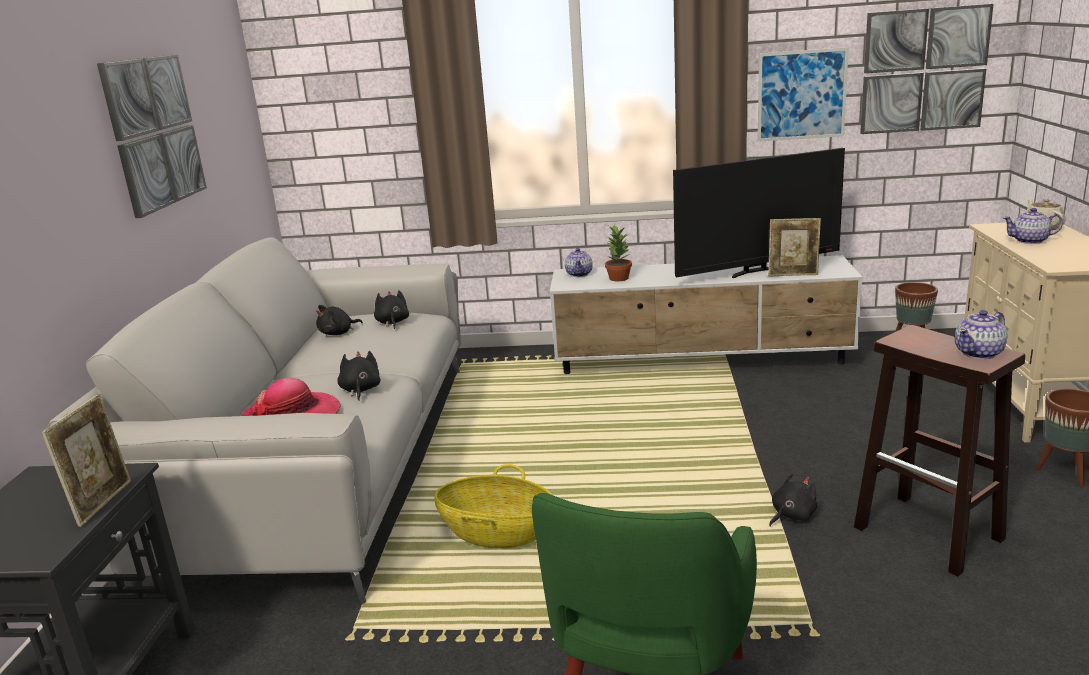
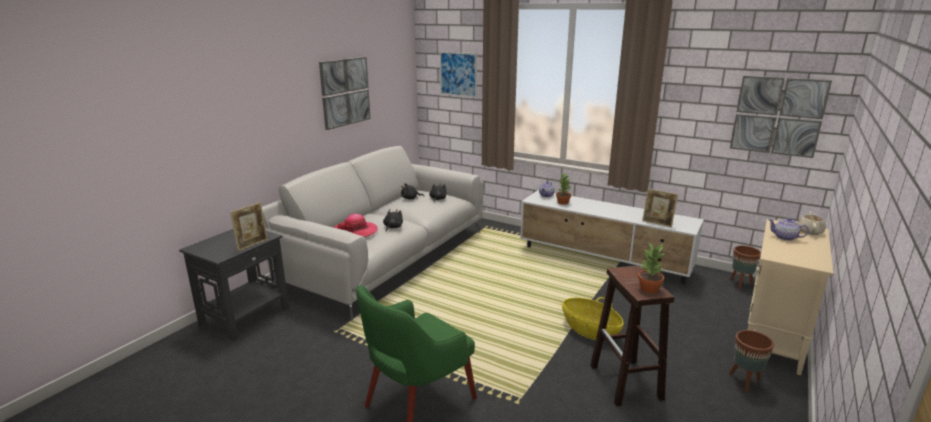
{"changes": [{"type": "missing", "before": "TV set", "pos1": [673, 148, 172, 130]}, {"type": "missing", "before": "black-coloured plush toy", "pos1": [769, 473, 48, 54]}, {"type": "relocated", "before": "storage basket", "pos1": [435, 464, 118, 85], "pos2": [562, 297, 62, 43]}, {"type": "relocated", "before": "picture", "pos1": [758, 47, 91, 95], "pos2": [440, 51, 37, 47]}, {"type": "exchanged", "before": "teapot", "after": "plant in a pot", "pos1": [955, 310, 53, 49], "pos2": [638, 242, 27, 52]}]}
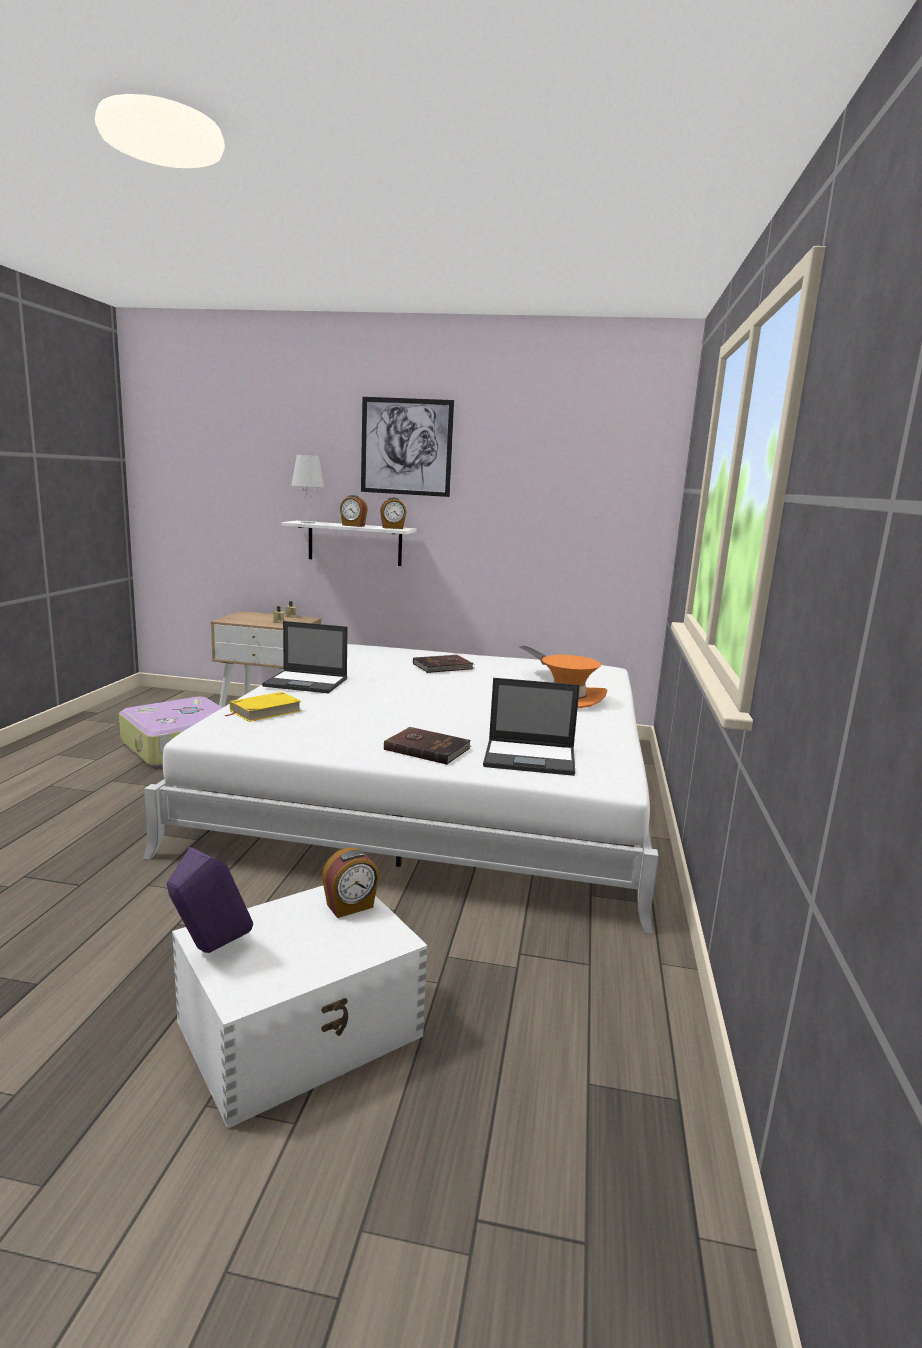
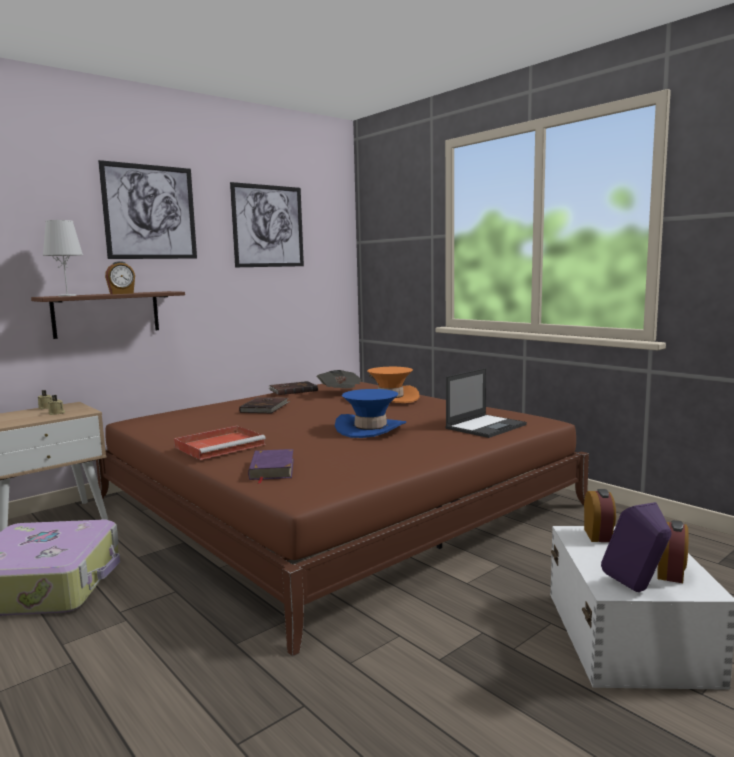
{"changes": [{"type": "appeared", "after": "picture", "pos2": [230, 182, 74, 85]}, {"type": "appeared", "after": "blue-coloured hat", "pos2": [335, 389, 71, 49]}, {"type": "relocated", "before": "alarm clock", "pos1": [380, 497, 26, 32], "pos2": [658, 520, 31, 63]}, {"type": "relocated", "before": "brown book", "pos1": [384, 727, 87, 38], "pos2": [269, 381, 49, 14]}, {"type": "exchanged", "before": "laptop", "after": "red-coloured serving tray", "pos1": [262, 621, 86, 72], "pos2": [174, 426, 92, 34]}, {"type": "colour", "before": "whitish bed", "after": "brown bed", "pos1": [143, 644, 516, 290], "pos2": [96, 382, 493, 274]}, {"type": "colour", "before": "yellow book", "after": "purplish book", "pos1": [224, 692, 77, 30], "pos2": [248, 449, 46, 35]}, {"type": "colour", "before": "whitish shelf", "after": "brown shelf", "pos1": [281, 521, 135, 45], "pos2": [31, 291, 154, 48]}]}
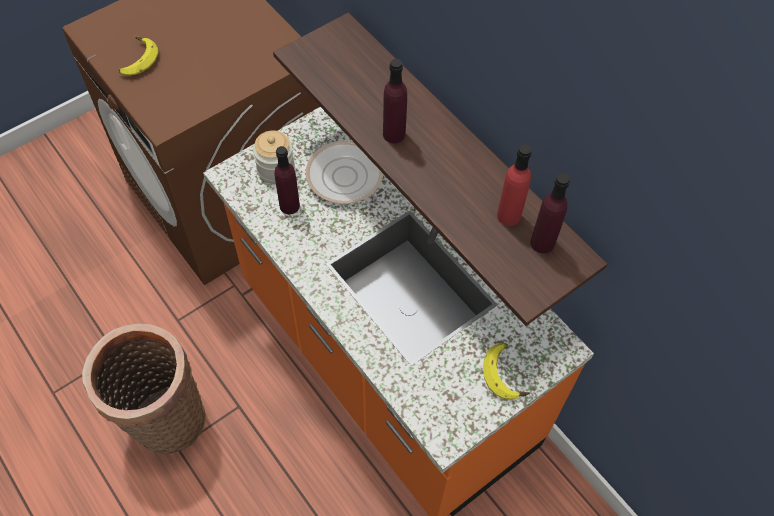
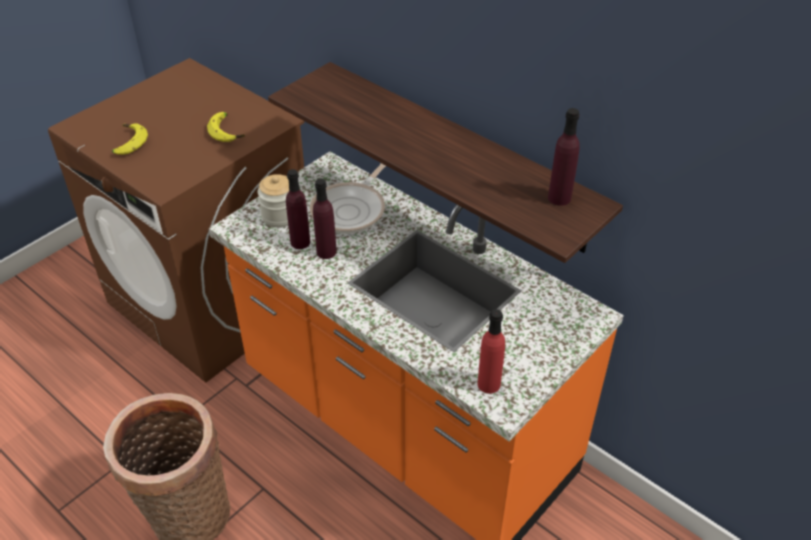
{"changes": [{"type": "relocated", "before": "purplish bottle", "pos1": [383, 59, 24, 84], "pos2": [313, 179, 24, 80]}, {"type": "relocated", "before": "banana fruit", "pos1": [483, 343, 47, 57], "pos2": [207, 112, 38, 30]}, {"type": "relocated", "before": "red-coloured bottle", "pos1": [497, 144, 35, 82], "pos2": [477, 309, 28, 85]}]}
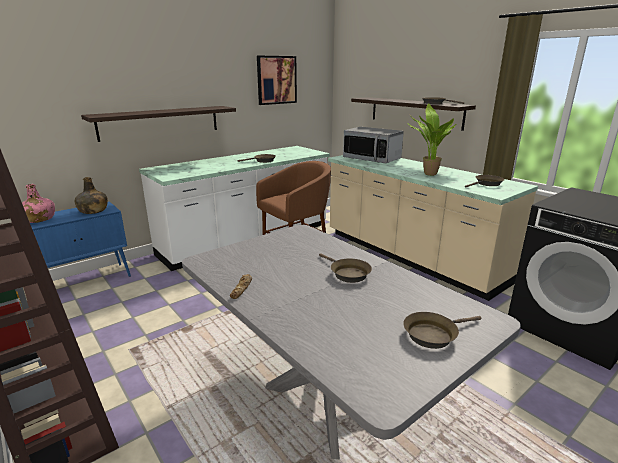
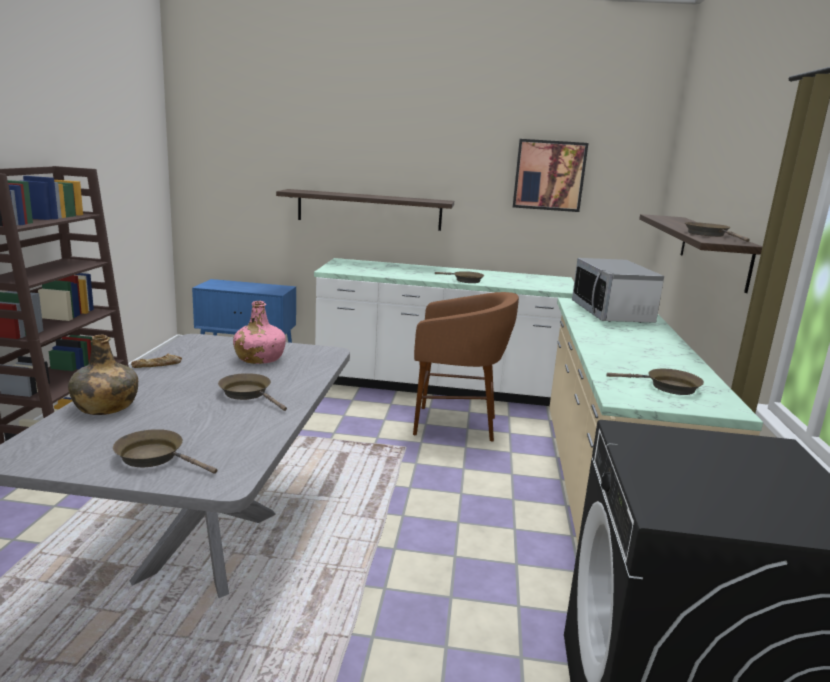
{"changes": [{"type": "missing", "before": "plant in a pot", "pos1": [408, 103, 48, 73]}, {"type": "relocated", "before": "pinkish bottle", "pos1": [22, 184, 33, 39], "pos2": [233, 301, 53, 63]}, {"type": "relocated", "before": "greenish bottle", "pos1": [75, 177, 33, 37], "pos2": [68, 335, 70, 80]}, {"type": "spun", "before": "brown pan", "pos1": [319, 253, 53, 30], "pos2": [218, 373, 69, 38], "turn": 120}]}
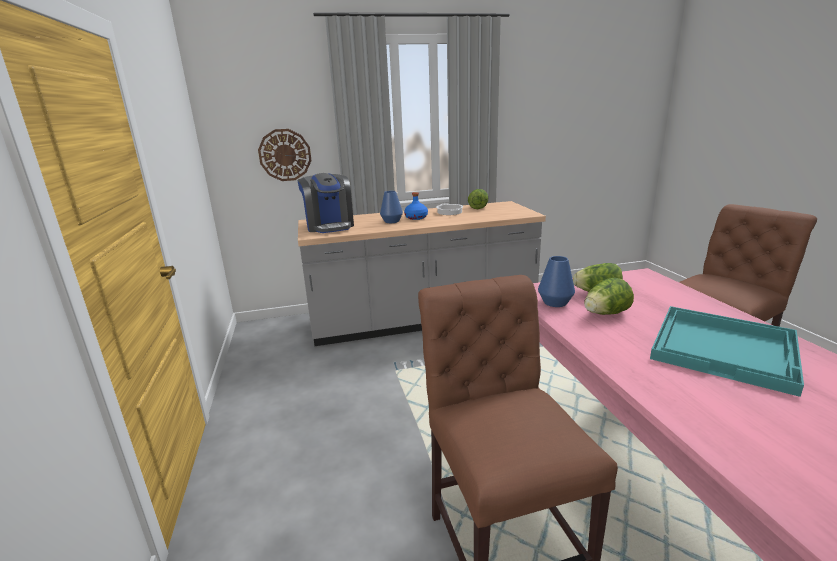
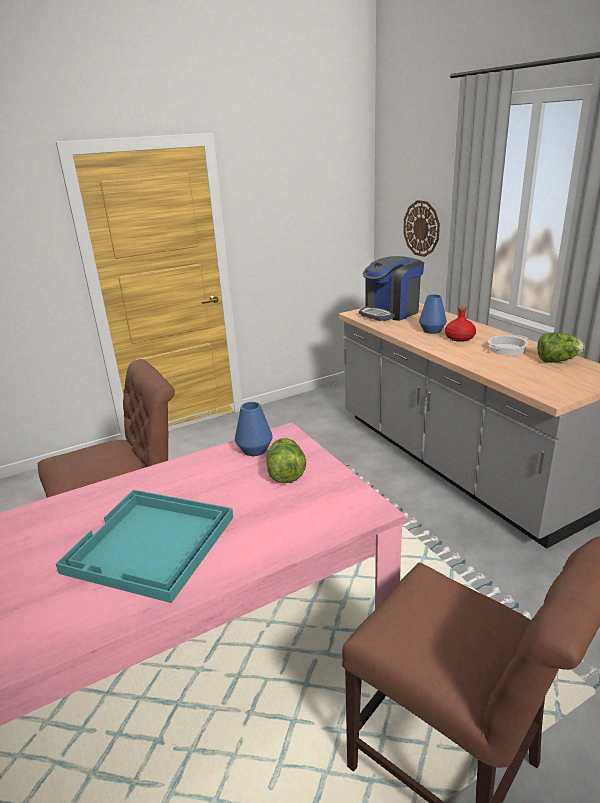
{"changes": [{"type": "missing", "before": "head of lettuce", "pos1": [584, 278, 50, 37]}, {"type": "colour", "before": "blue-coloured bottle", "after": "red-coloured bottle", "pos1": [404, 192, 24, 28], "pos2": [445, 306, 31, 36]}]}
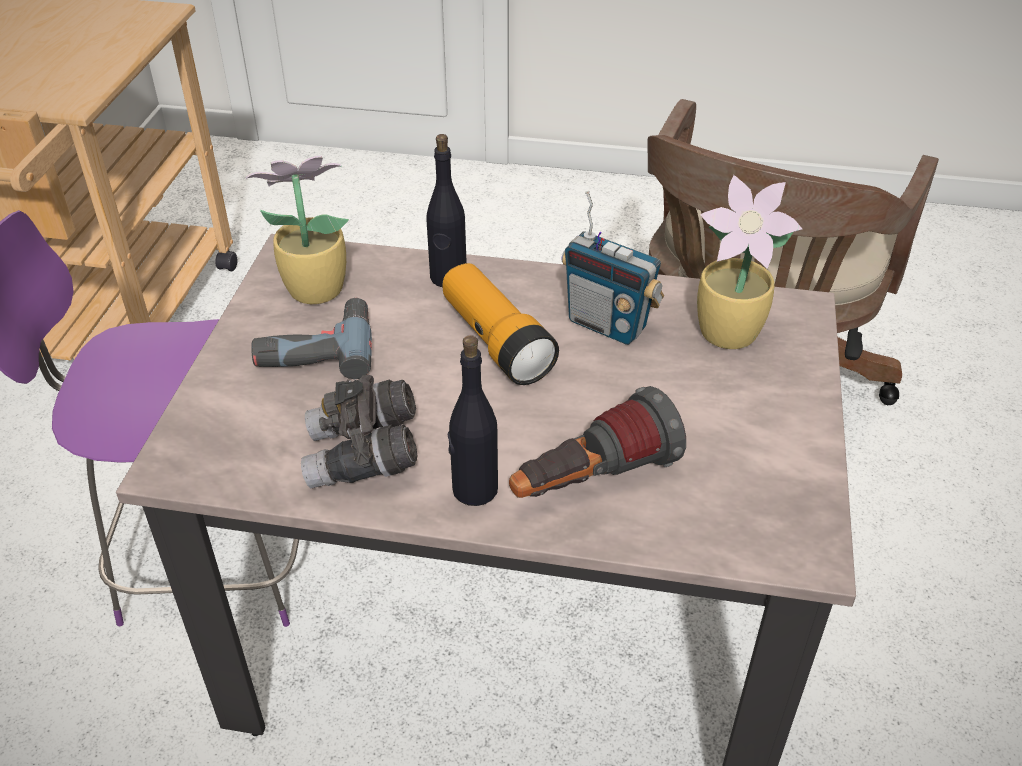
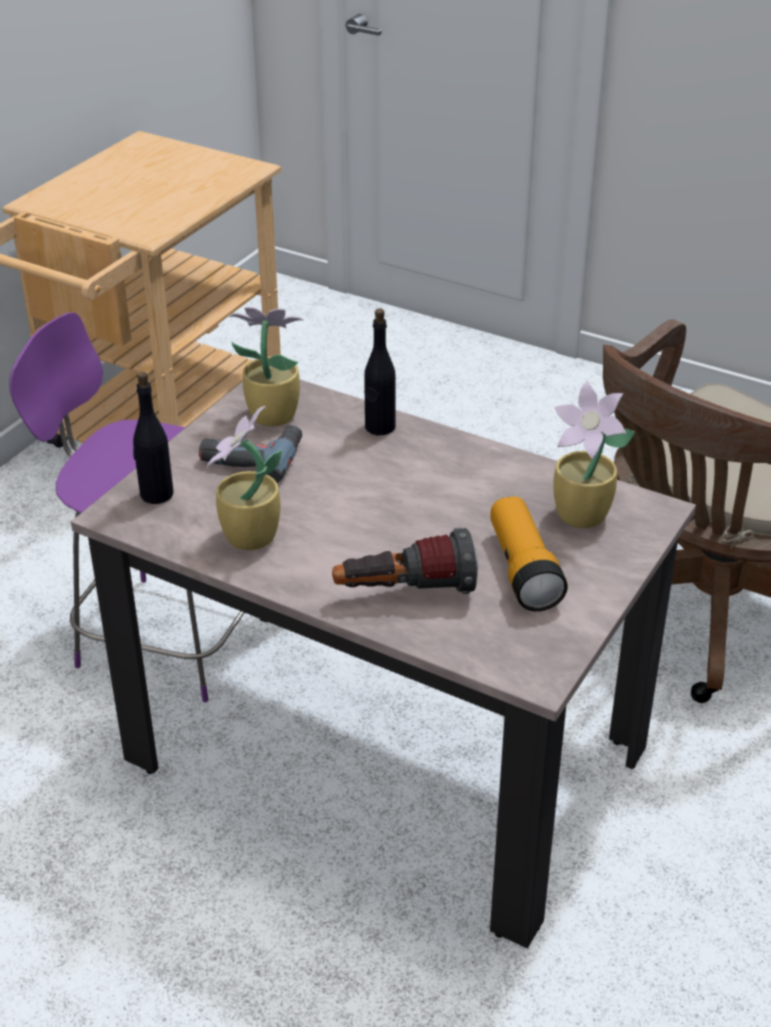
{"changes": [{"type": "missing", "before": "radio set", "pos1": [561, 191, 103, 154]}, {"type": "relocated", "before": "torch", "pos1": [442, 263, 117, 122], "pos2": [490, 496, 78, 115]}, {"type": "relocated", "before": "black-coloured bottle", "pos1": [448, 335, 50, 171], "pos2": [133, 372, 41, 132]}, {"type": "exchanged", "before": "grey binoculars", "after": "plant in a pot", "pos1": [301, 375, 116, 114], "pos2": [206, 406, 76, 144]}]}
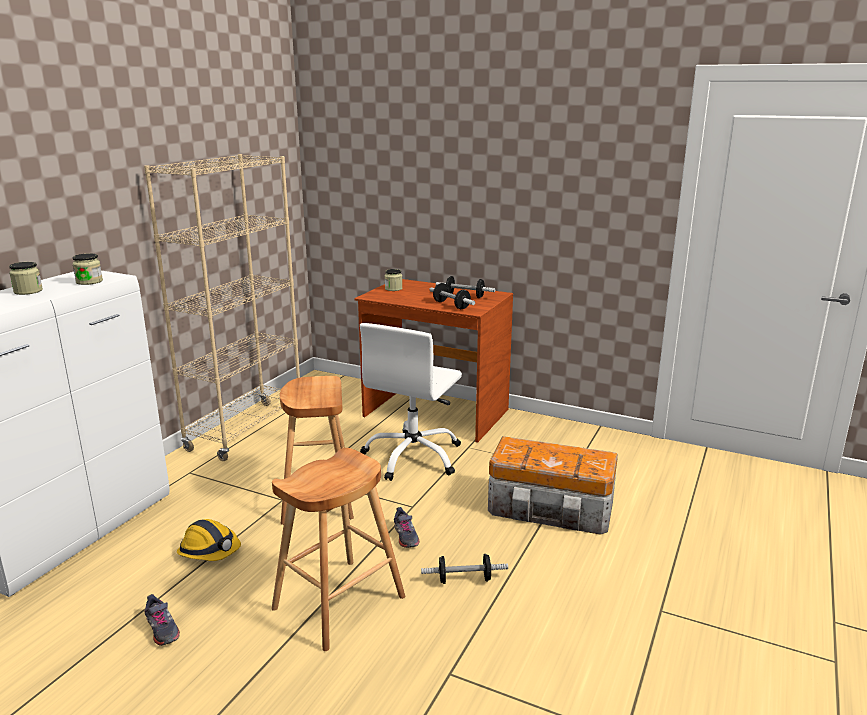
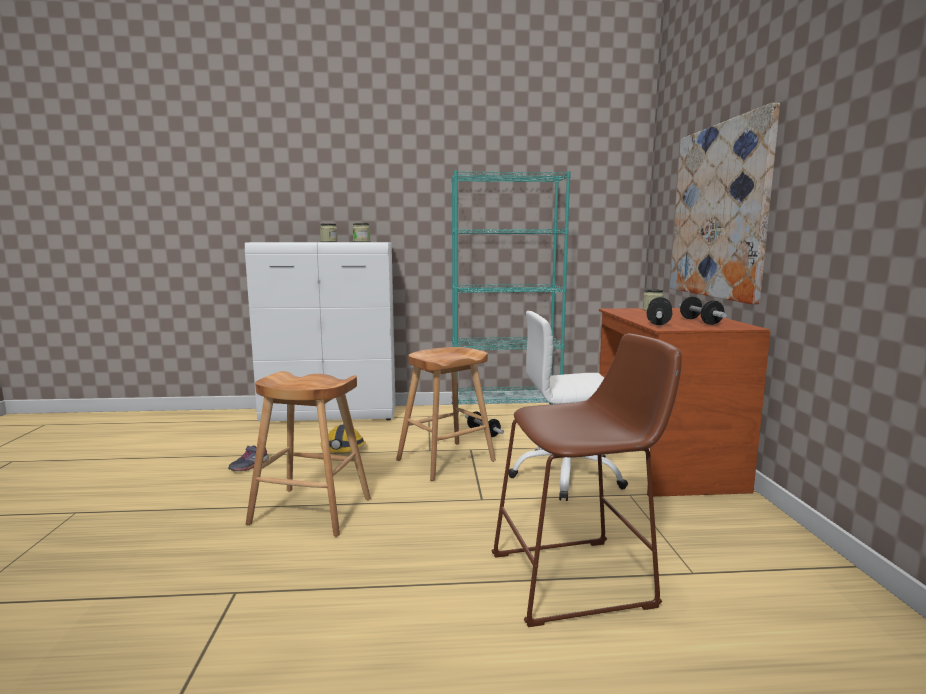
{"changes": [{"type": "missing", "before": "grey item of footwear", "pos1": [394, 507, 25, 41]}, {"type": "appeared", "after": "picture", "pos2": [670, 103, 110, 201]}, {"type": "relocated", "before": "dumbbell", "pos1": [421, 554, 87, 30], "pos2": [465, 411, 39, 26]}, {"type": "exchanged", "before": "storage container", "after": "brown stool seat", "pos1": [488, 436, 130, 99], "pos2": [492, 334, 190, 293]}, {"type": "colour", "before": "beige bookshelf", "after": "turquoise bookshelf", "pos1": [144, 154, 156, 307], "pos2": [451, 170, 120, 244]}]}
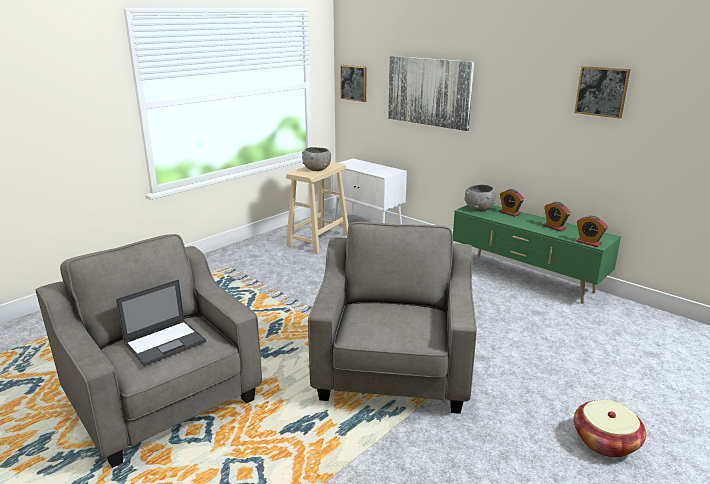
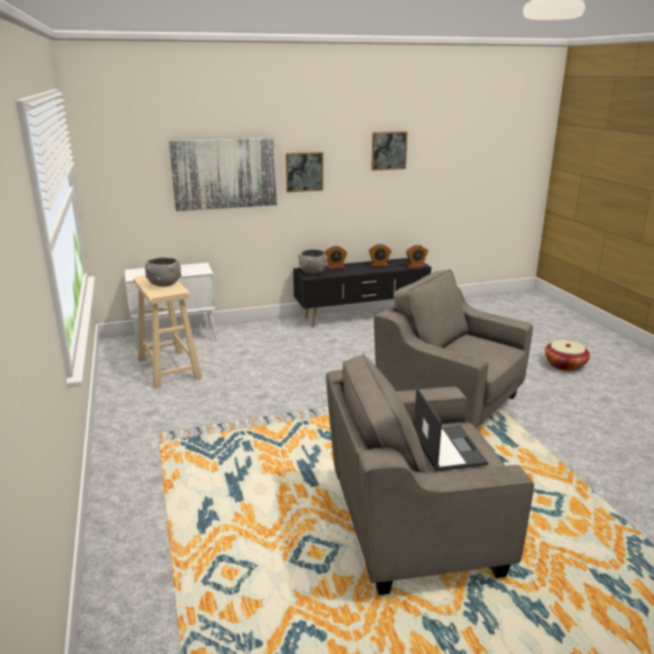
{"changes": [{"type": "relocated", "before": "picture", "pos1": [340, 65, 27, 37], "pos2": [286, 152, 37, 40]}, {"type": "colour", "before": "greenish tv stand", "after": "black-coloured tv stand", "pos1": [453, 205, 168, 99], "pos2": [293, 258, 139, 69]}]}
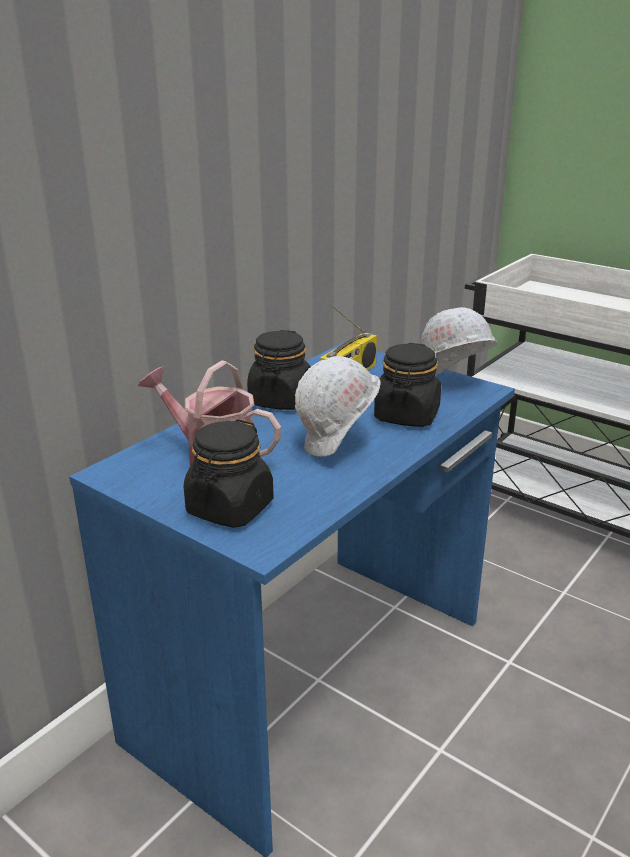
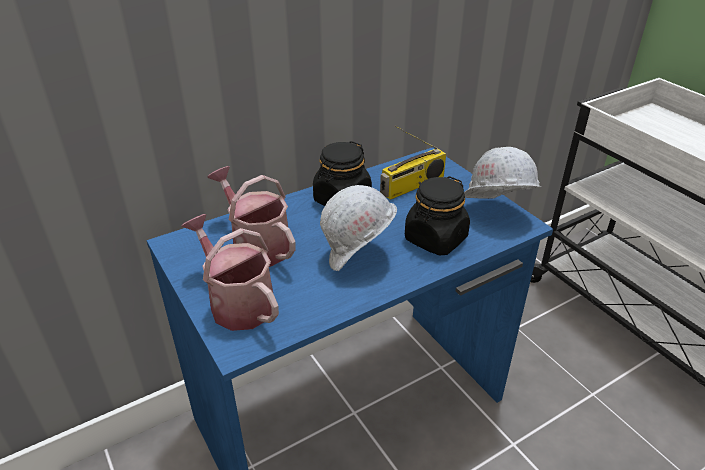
{"changes": [{"type": "exchanged", "before": "black-coloured storage jar", "after": "watering can", "pos1": [183, 419, 91, 109], "pos2": [181, 214, 98, 117]}]}
